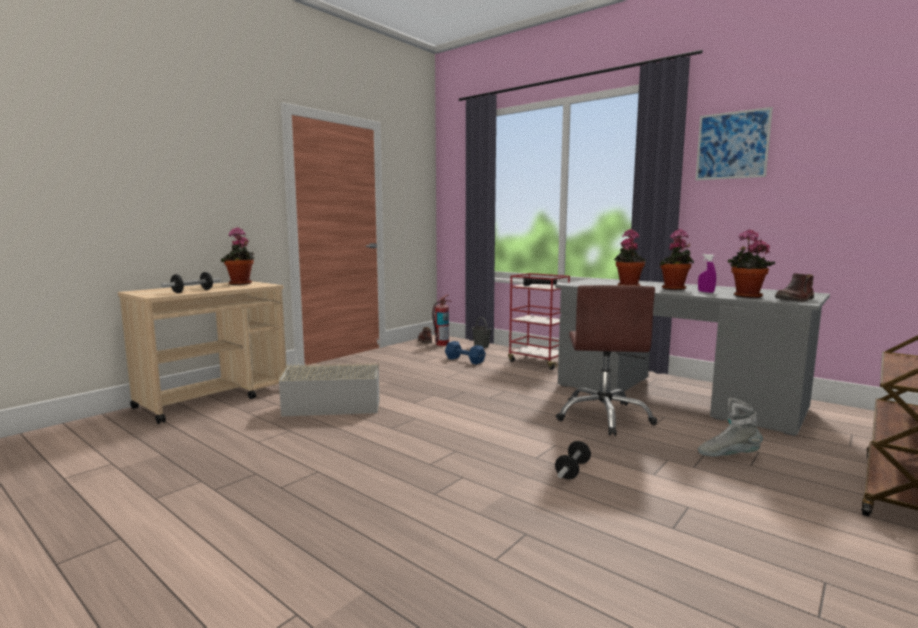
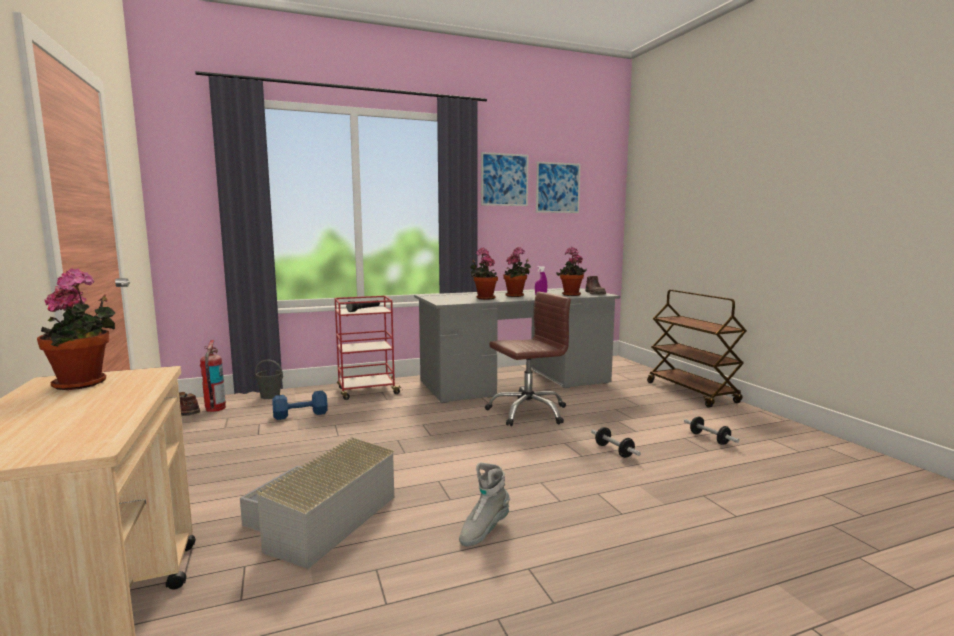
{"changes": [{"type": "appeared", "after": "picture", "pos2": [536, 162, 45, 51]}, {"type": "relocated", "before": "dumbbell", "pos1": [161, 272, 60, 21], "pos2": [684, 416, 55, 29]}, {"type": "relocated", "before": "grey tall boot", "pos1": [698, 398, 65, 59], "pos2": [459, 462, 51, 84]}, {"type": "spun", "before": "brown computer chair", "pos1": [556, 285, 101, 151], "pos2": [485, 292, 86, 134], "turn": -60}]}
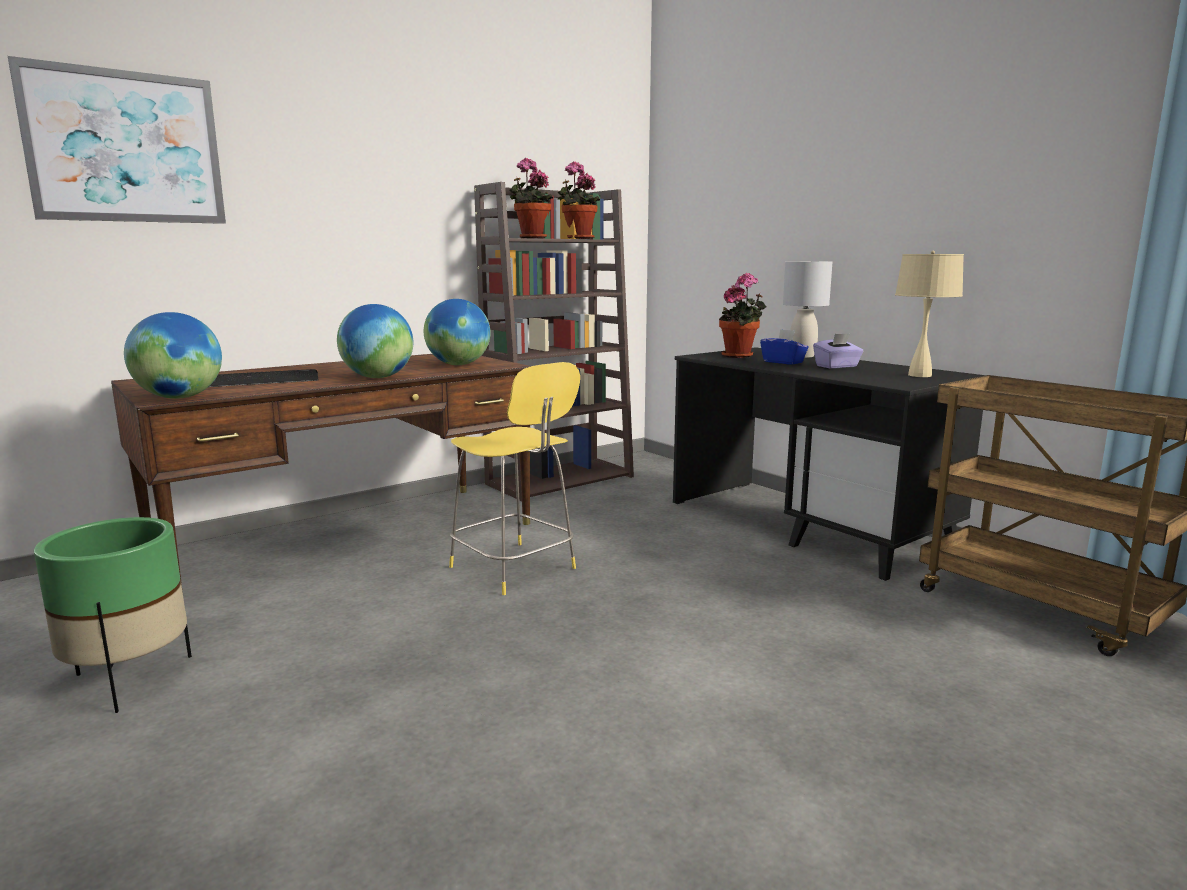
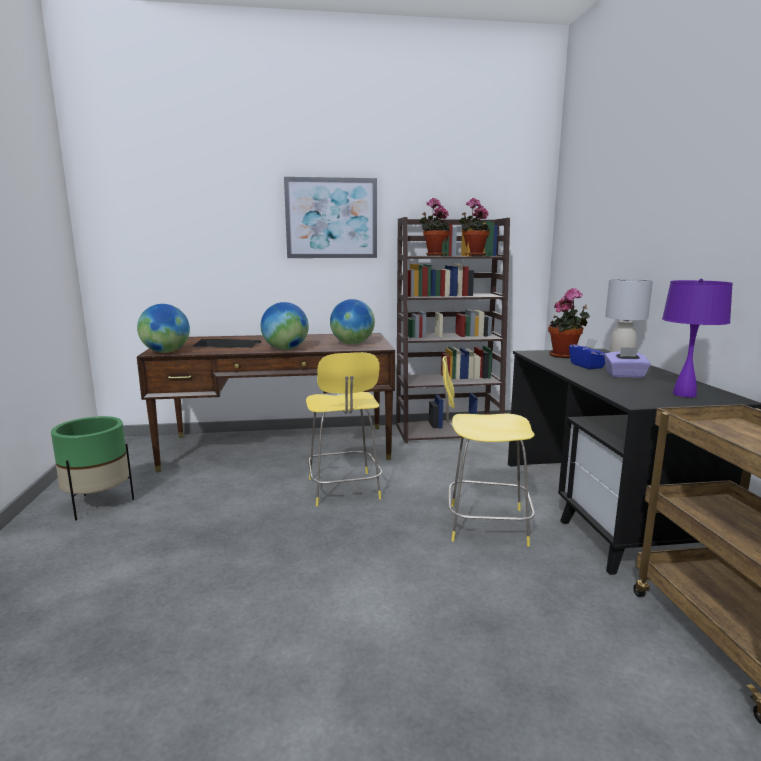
{"changes": [{"type": "appeared", "after": "yellow stool seat", "pos2": [442, 356, 93, 191]}, {"type": "relocated", "before": "picture", "pos1": [7, 56, 219, 168], "pos2": [284, 177, 93, 81]}, {"type": "colour", "before": "beige lamp for a table", "after": "purplish lamp for a table", "pos1": [895, 251, 69, 126], "pos2": [662, 279, 71, 119]}]}
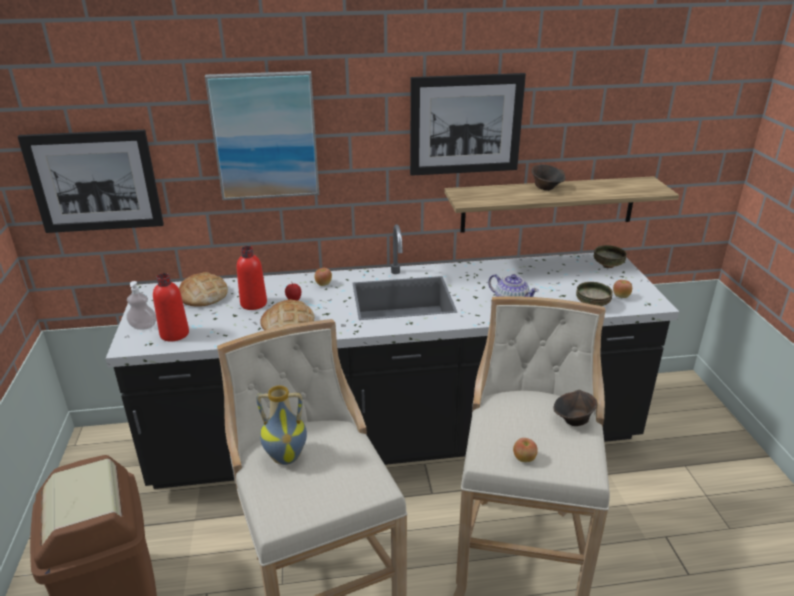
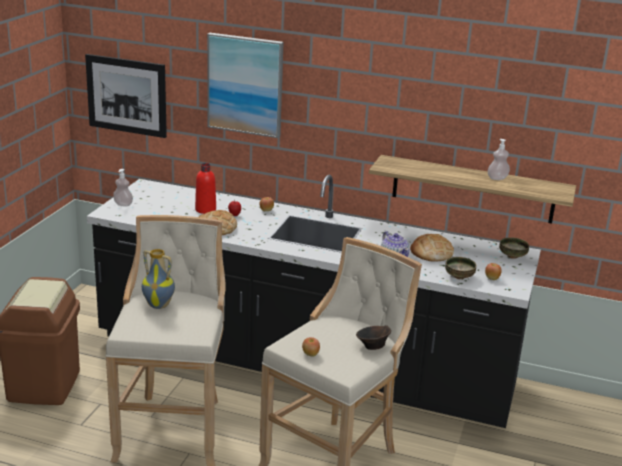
{"changes": [{"type": "missing", "before": "red-coloured bottle", "pos1": [153, 273, 36, 69]}, {"type": "missing", "before": "picture", "pos1": [410, 73, 116, 103]}, {"type": "missing", "before": "brown serving bowl", "pos1": [531, 164, 35, 27]}, {"type": "appeared", "after": "soap bottle", "pos2": [488, 139, 22, 41]}, {"type": "relocated", "before": "bakery bread", "pos1": [179, 272, 49, 34], "pos2": [410, 234, 44, 28]}]}
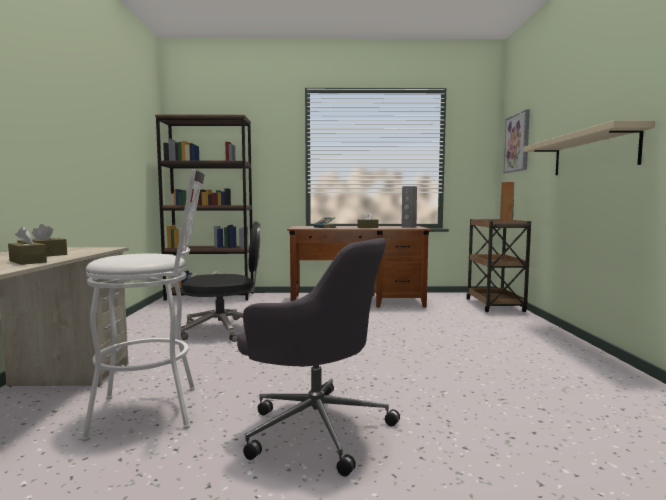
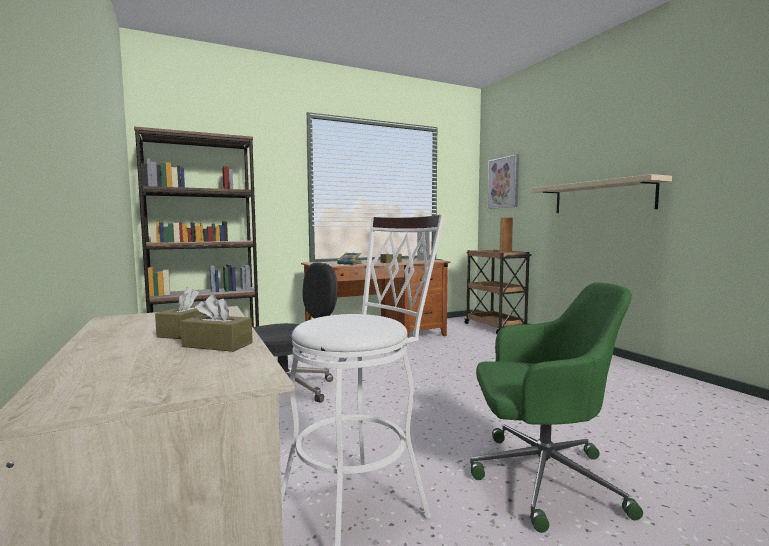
{"changes": [{"type": "colour", "before": "grey computer chair", "after": "greenish computer chair", "pos1": [237, 238, 163, 239], "pos2": [470, 282, 173, 251]}]}
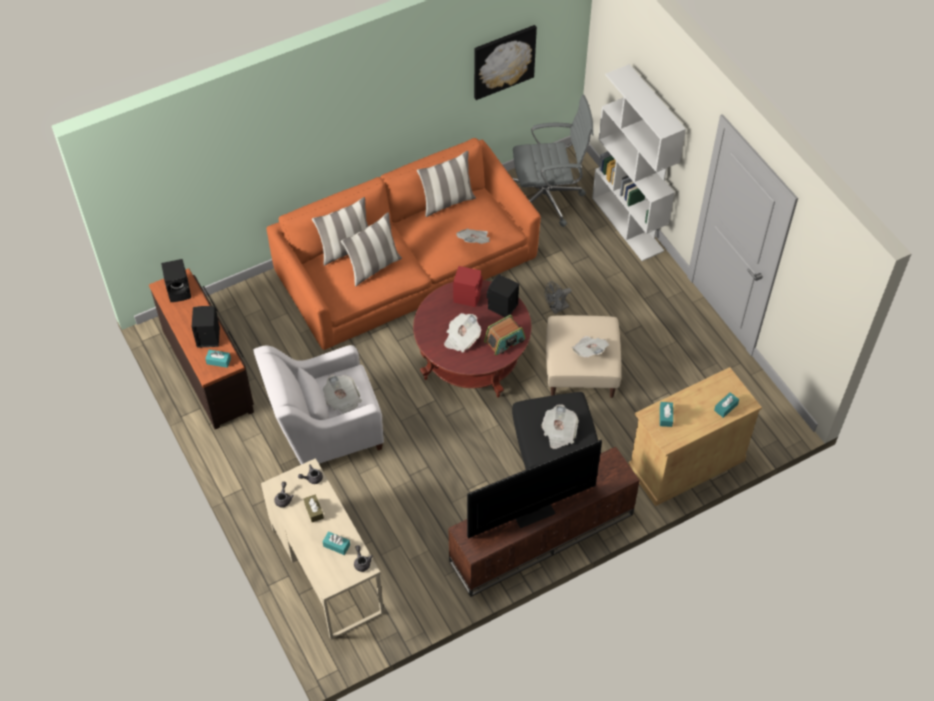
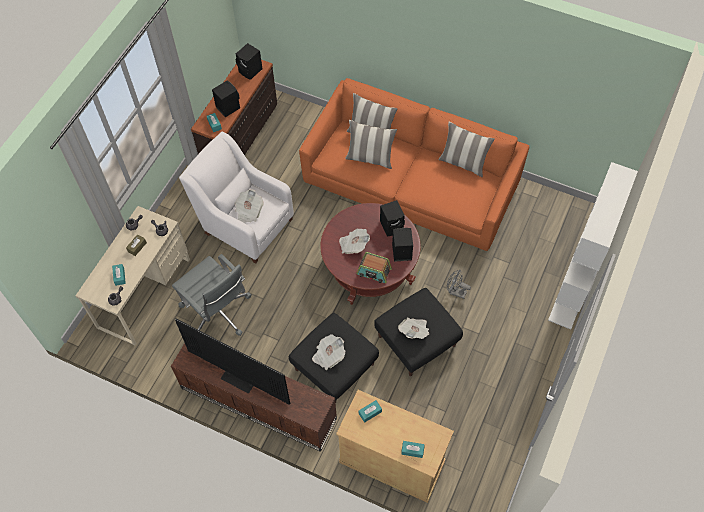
{"changes": [{"type": "missing", "before": "newspaper", "pos1": [456, 228, 34, 16]}, {"type": "missing", "before": "picture", "pos1": [474, 25, 63, 75]}, {"type": "relocated", "before": "grey computer chair", "pos1": [512, 94, 82, 133], "pos2": [172, 254, 80, 82]}, {"type": "colour", "before": "red-coloured audio speaker", "after": "black-coloured audio speaker", "pos1": [453, 266, 30, 41], "pos2": [380, 200, 25, 36]}, {"type": "colour", "before": "beige ottoman", "after": "black-coloured ottoman", "pos1": [546, 315, 75, 83], "pos2": [374, 288, 89, 88]}]}
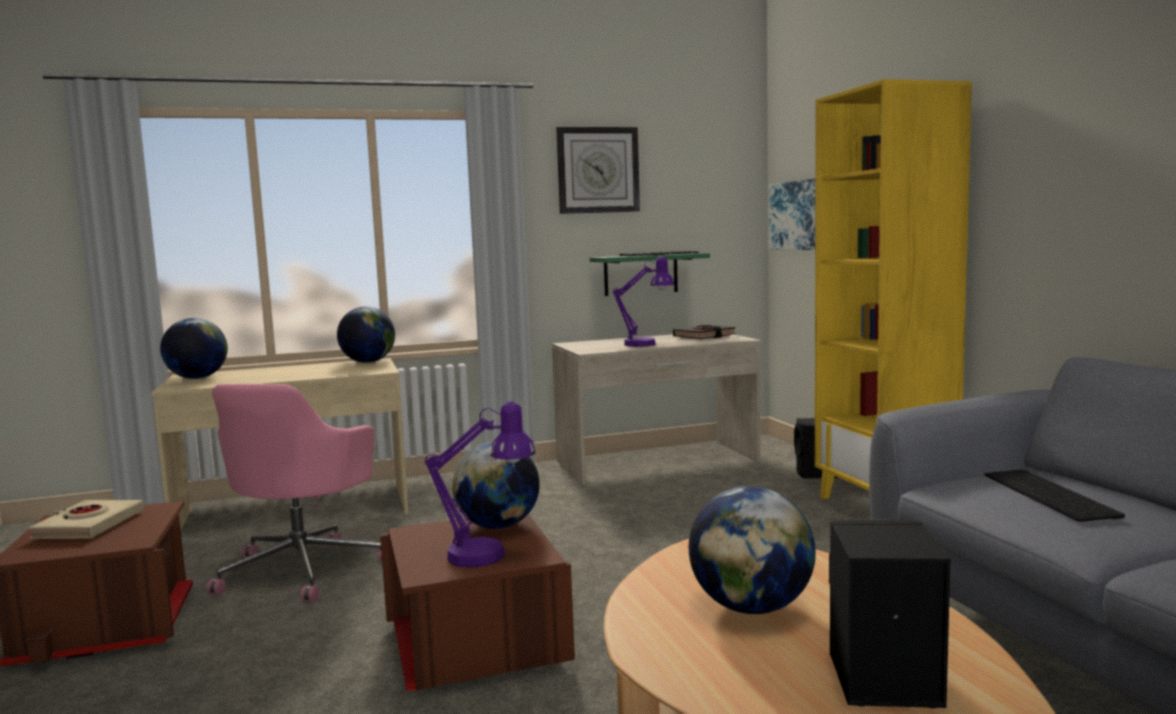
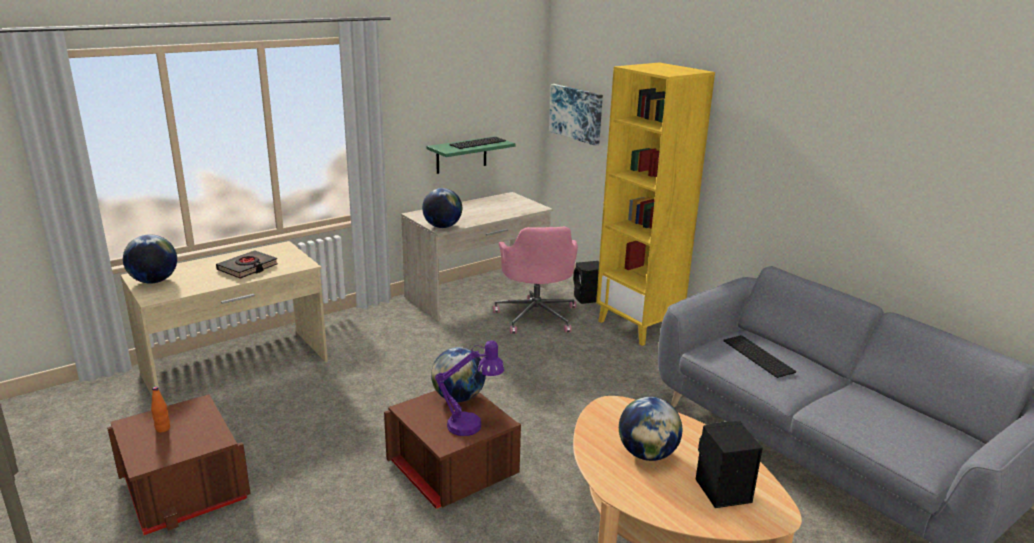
{"changes": [{"type": "missing", "before": "hanging clock", "pos1": [556, 127, 84, 87]}, {"type": "missing", "before": "purplish lamp for a table", "pos1": [613, 256, 61, 91]}, {"type": "relocated", "before": "pinkish computer chair", "pos1": [207, 384, 175, 218], "pos2": [493, 227, 85, 107]}, {"type": "relocated", "before": "desk globe", "pos1": [337, 307, 58, 56], "pos2": [422, 188, 40, 40]}, {"type": "relocated", "before": "black-coloured book", "pos1": [673, 325, 63, 14], "pos2": [216, 250, 62, 28]}, {"type": "exchanged", "before": "beige book", "after": "orange bottle", "pos1": [28, 500, 116, 39], "pos2": [151, 386, 19, 46]}]}
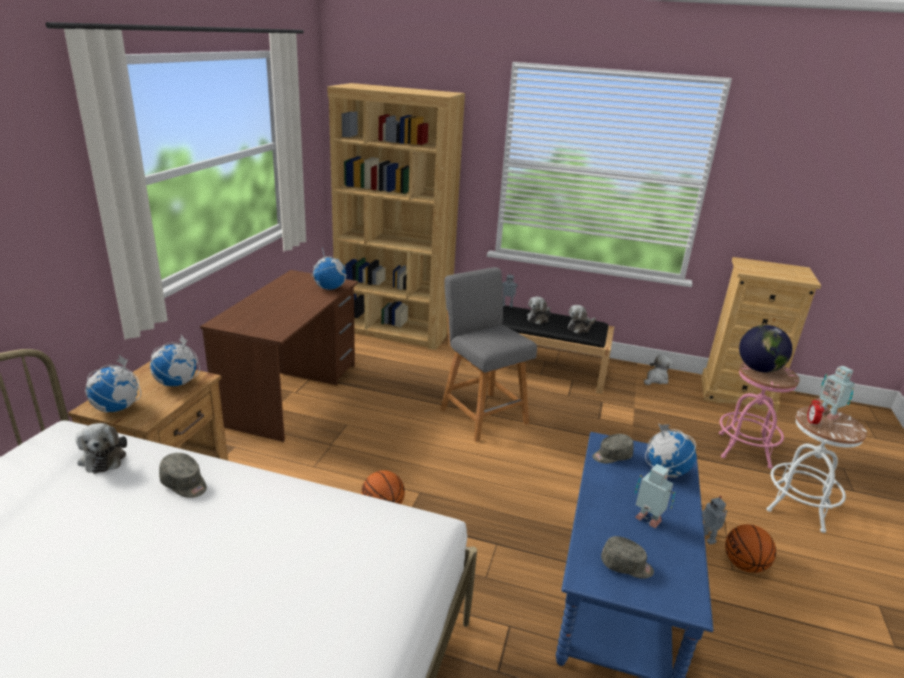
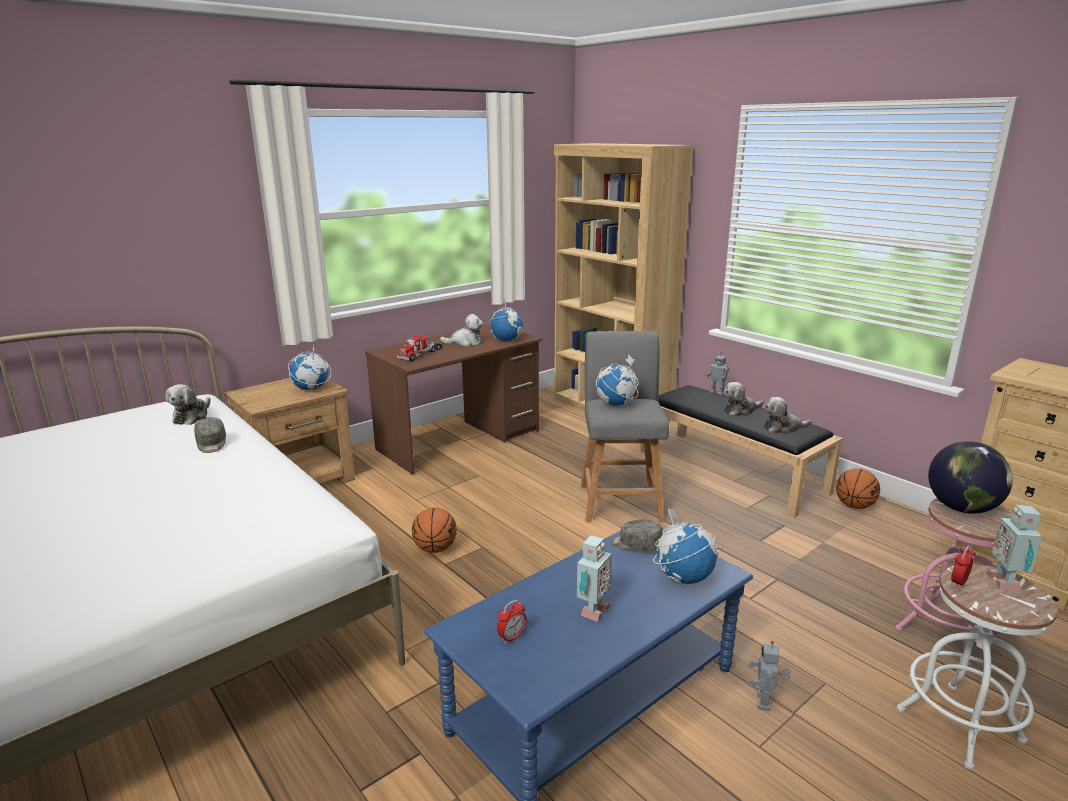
{"changes": [{"type": "appeared", "after": "model truck", "pos2": [397, 333, 45, 28]}, {"type": "relocated", "before": "desk globe", "pos1": [85, 355, 56, 58], "pos2": [596, 355, 43, 51]}, {"type": "relocated", "before": "plush toy", "pos1": [644, 355, 29, 30], "pos2": [440, 314, 43, 32]}, {"type": "relocated", "before": "basketball", "pos1": [725, 524, 51, 49], "pos2": [836, 468, 44, 41]}, {"type": "exchanged", "before": "grey peaked cap", "after": "alarm clock", "pos1": [601, 536, 53, 43], "pos2": [497, 600, 30, 44]}, {"type": "spun", "before": "toy robot", "pos1": [635, 464, 40, 64], "pos2": [577, 535, 35, 87], "turn": 45}]}
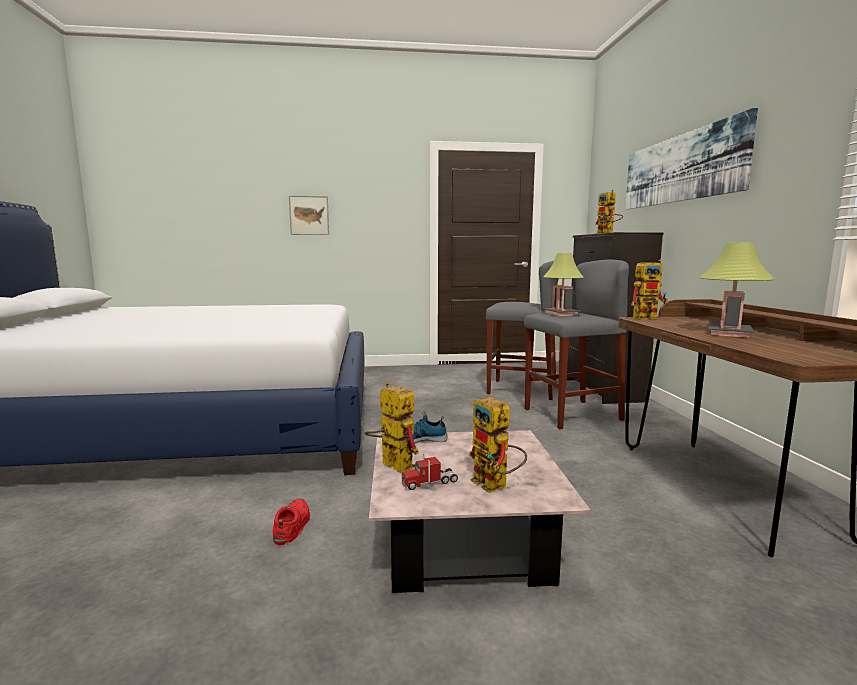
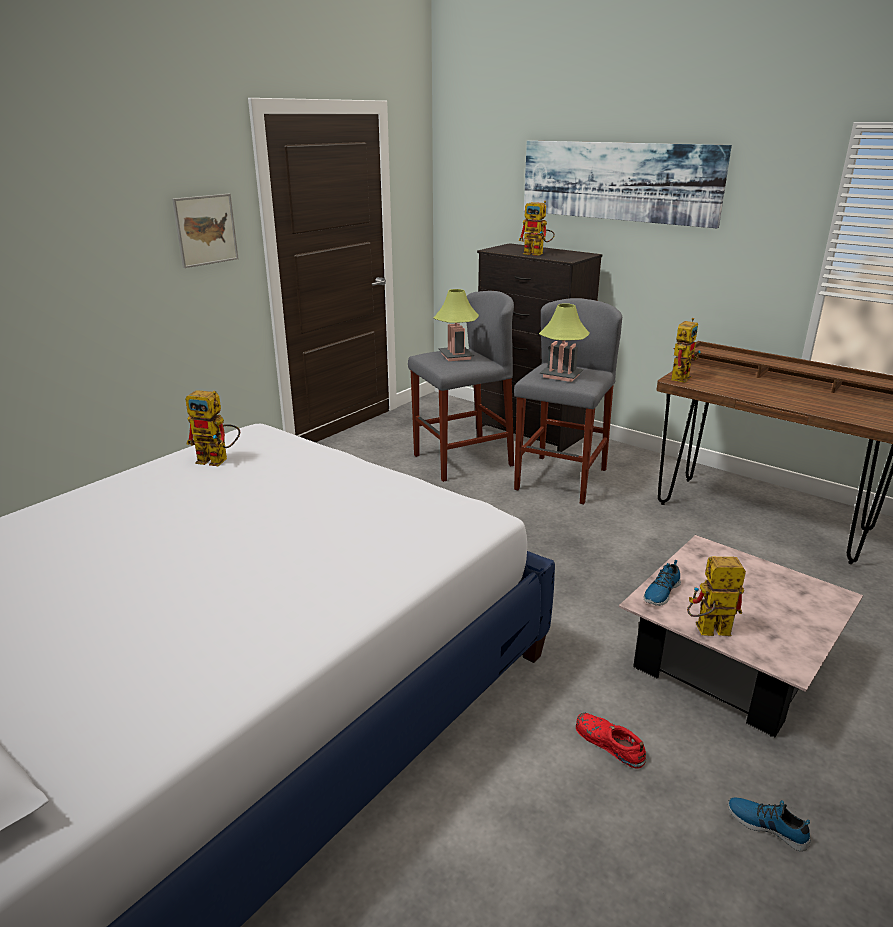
{"changes": [{"type": "missing", "before": "model truck", "pos1": [402, 454, 56, 36]}, {"type": "appeared", "after": "item of footwear", "pos2": [728, 797, 82, 54]}, {"type": "relocated", "before": "picture", "pos1": [289, 196, 40, 39], "pos2": [172, 194, 66, 74]}, {"type": "relocated", "before": "toy robot", "pos1": [469, 397, 58, 96], "pos2": [185, 390, 55, 76]}, {"type": "relocated", "before": "lamp for a table", "pos1": [699, 242, 76, 96], "pos2": [434, 289, 45, 72]}]}
